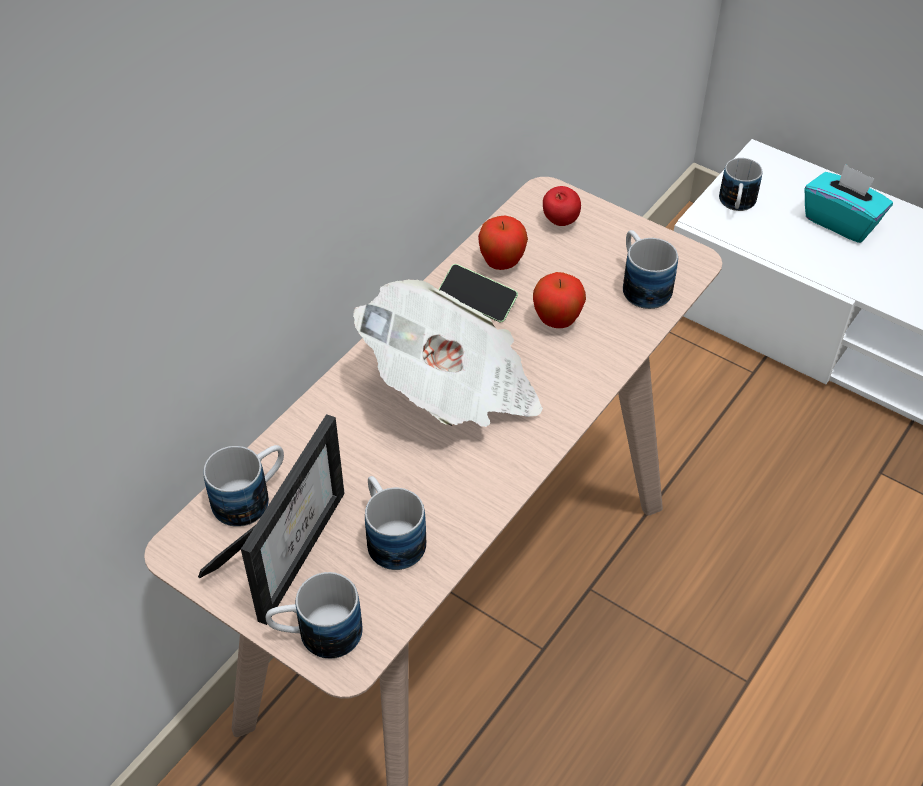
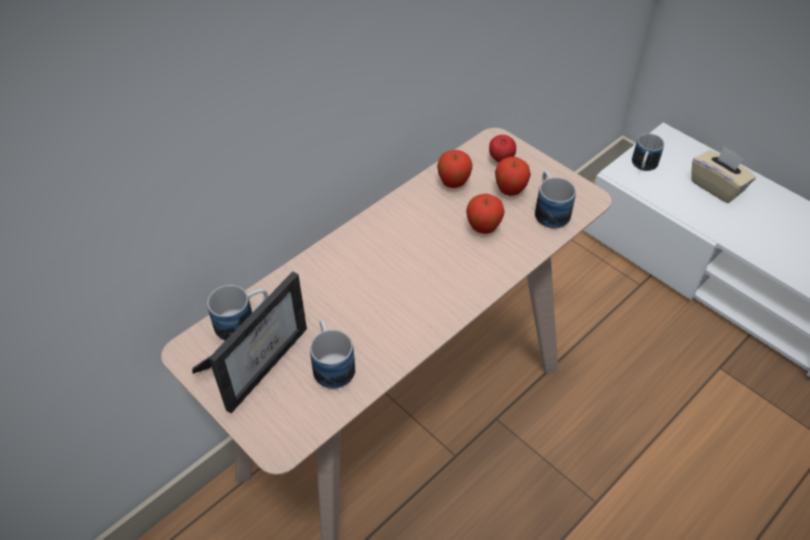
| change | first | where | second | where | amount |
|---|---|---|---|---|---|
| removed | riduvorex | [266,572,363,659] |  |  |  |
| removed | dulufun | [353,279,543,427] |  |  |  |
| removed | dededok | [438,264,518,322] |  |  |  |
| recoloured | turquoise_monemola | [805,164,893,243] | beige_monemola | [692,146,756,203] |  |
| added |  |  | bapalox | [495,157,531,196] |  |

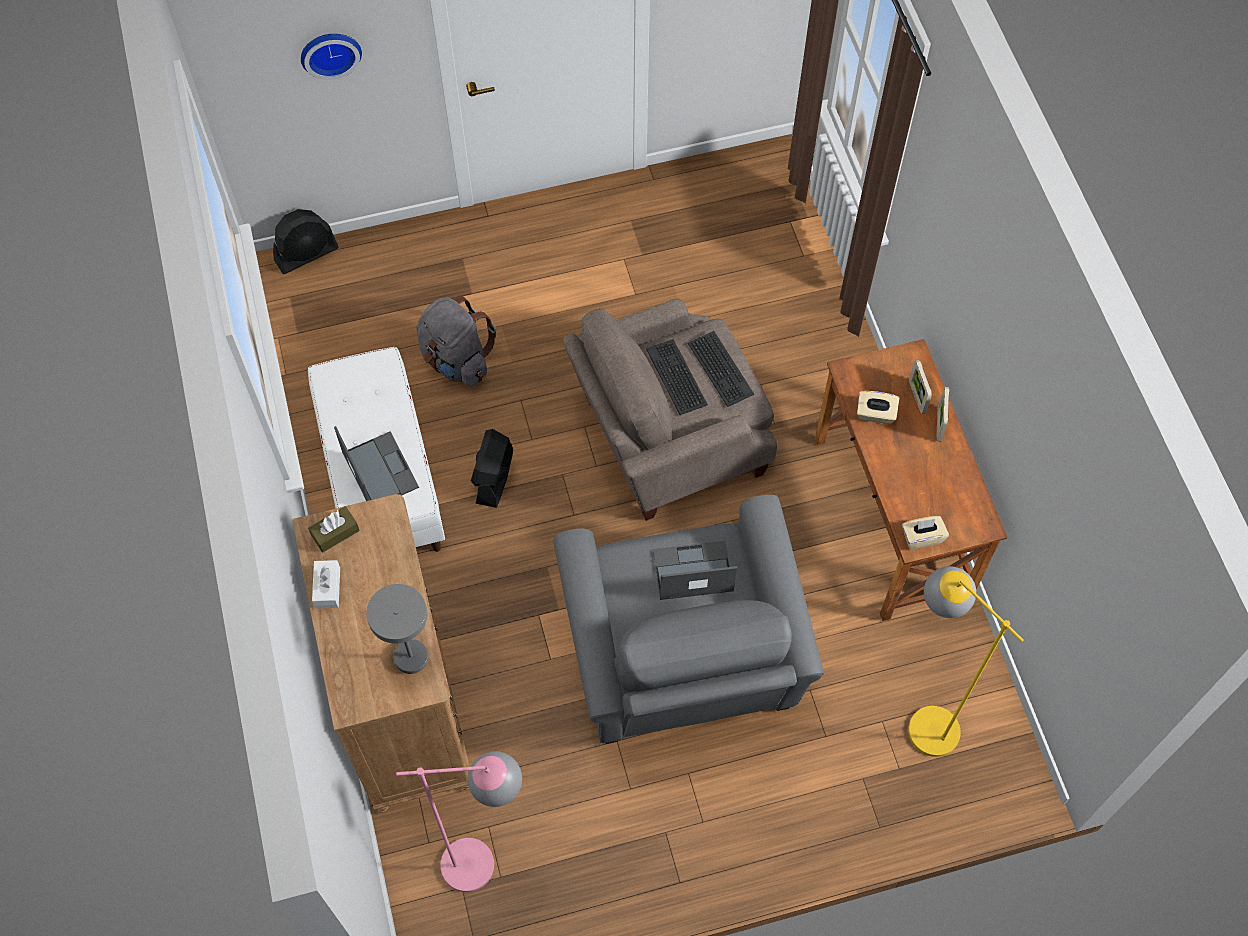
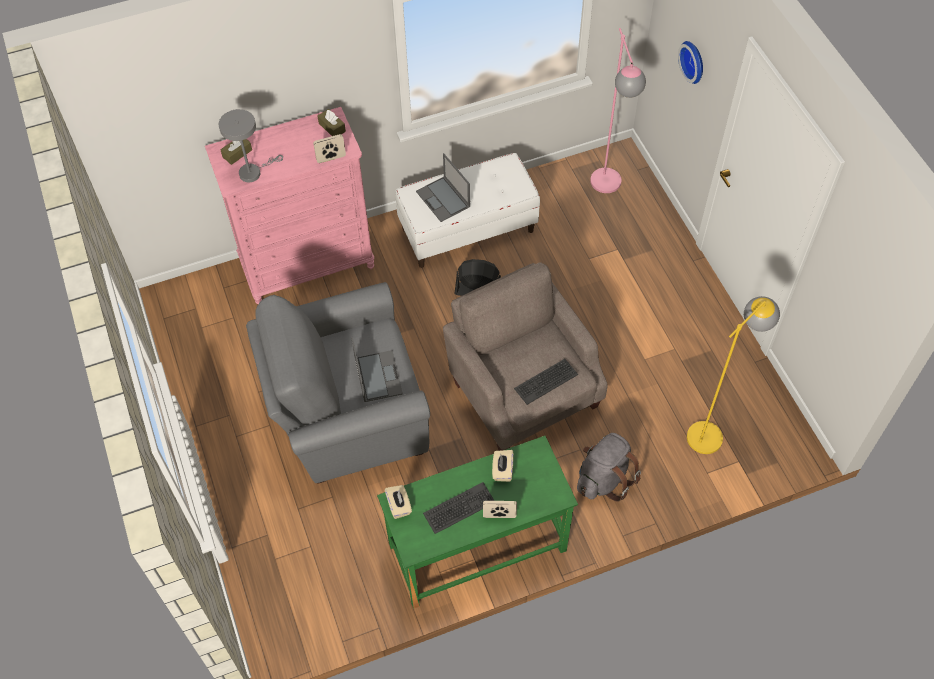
| change | first | where | second | where | amount |
|---|---|---|---|---|---|
| removed | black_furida | [273,209,339,274] |  |  |  |
| recoloured | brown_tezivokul | [292,494,470,812] | pink_tezivokul | [205,107,374,304] |  |
| removed | white_monemola | [312,560,340,609] |  |  |  |
| turned | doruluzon | [334,426,419,501] |  | [416,153,470,222] | 90 degrees clockwise |
| moved | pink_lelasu | [396,751,522,892] |  | [590,28,646,193] |  |
| moved | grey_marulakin | [416,296,496,387] |  | [577,433,641,502] |  |
| moved | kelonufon | [646,339,708,415] |  | [423,482,494,534] |  |
| recoloured | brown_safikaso | [815,339,1007,621] | green_safikaso | [377,436,578,609] |  |
| moved | yellow_lelasu | [908,566,1024,757] |  | [687,296,780,454] |  |
| moved | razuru | [909,360,932,414] |  | [313,134,346,163] |  |
| added |  |  | brown_monemola | [220,139,252,165] |  |

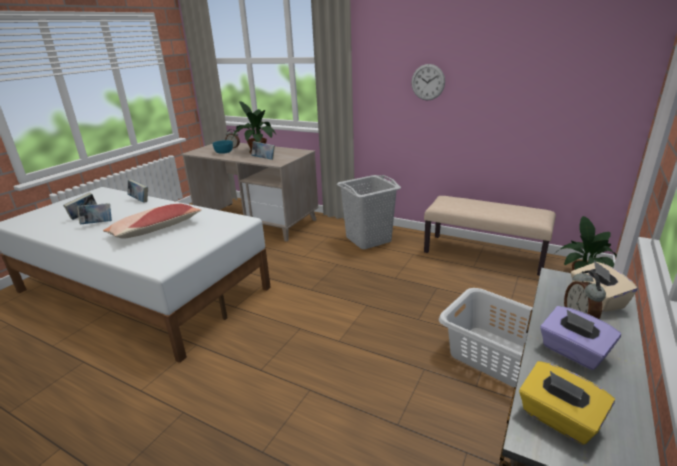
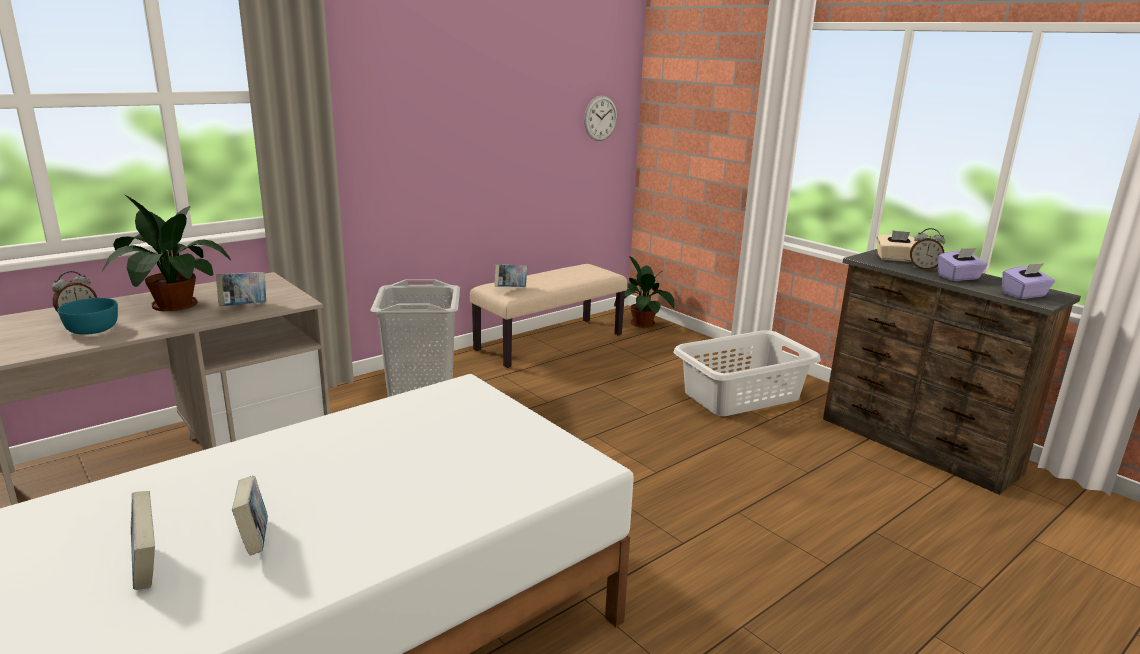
| change | first | where | second | where | amount |
|---|---|---|---|---|---|
| removed | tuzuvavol | [103,204,201,239] |  |  |  |
| moved | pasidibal | [127,180,148,202] |  | [495,264,527,287] |  |
| moved | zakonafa | [411,64,445,100] |  | [584,96,617,141] |  |
| recoloured | yellow_monemola | [519,361,615,445] | purple_monemola | [1002,263,1055,299] |  |

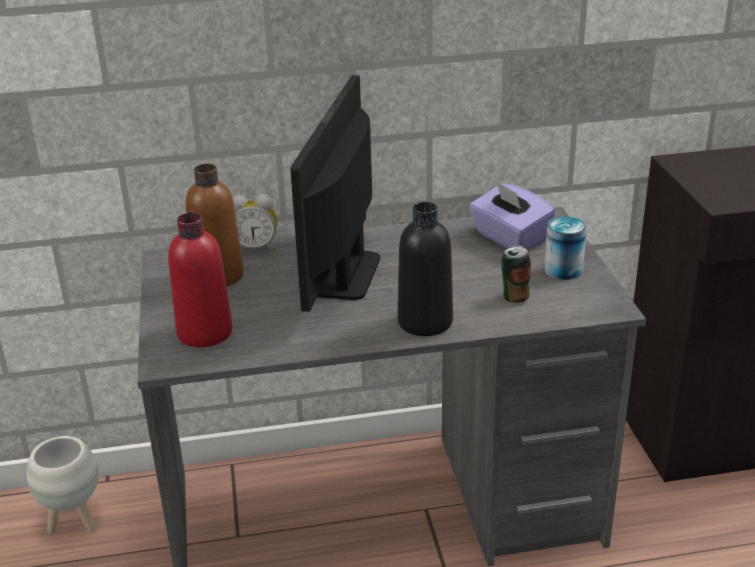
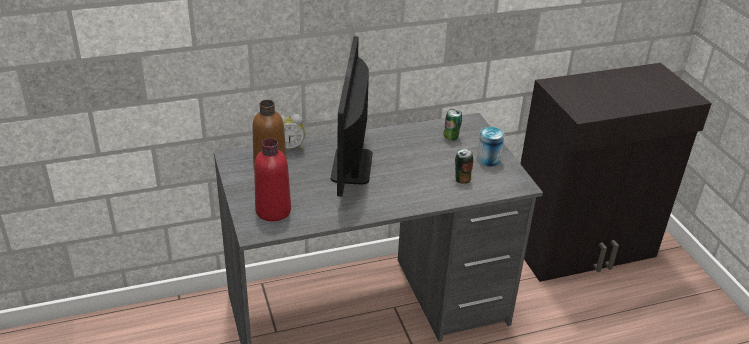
| change | first | where | second | where | amount |
|---|---|---|---|---|---|
| removed | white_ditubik | [27,436,99,534] |  |  |  |
| removed | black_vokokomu | [398,202,453,336] |  |  |  |
| replaced | purple_monemola | [469,181,555,250] | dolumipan | [444,109,462,141] |  |

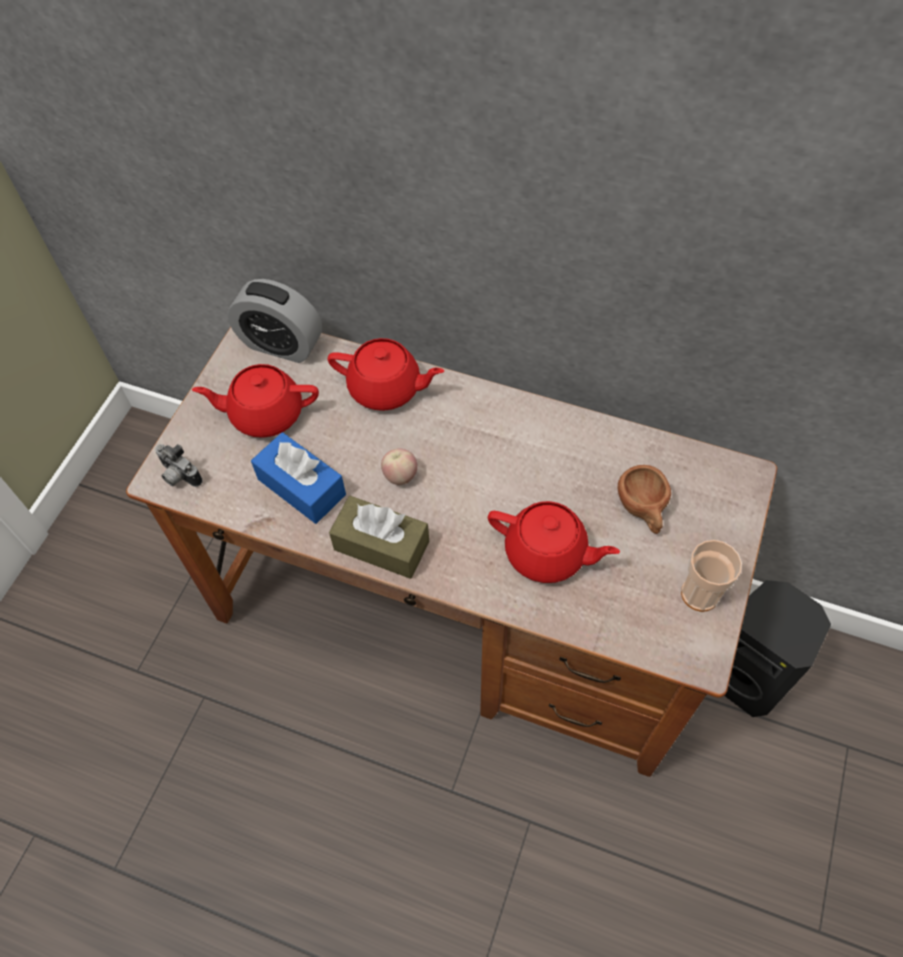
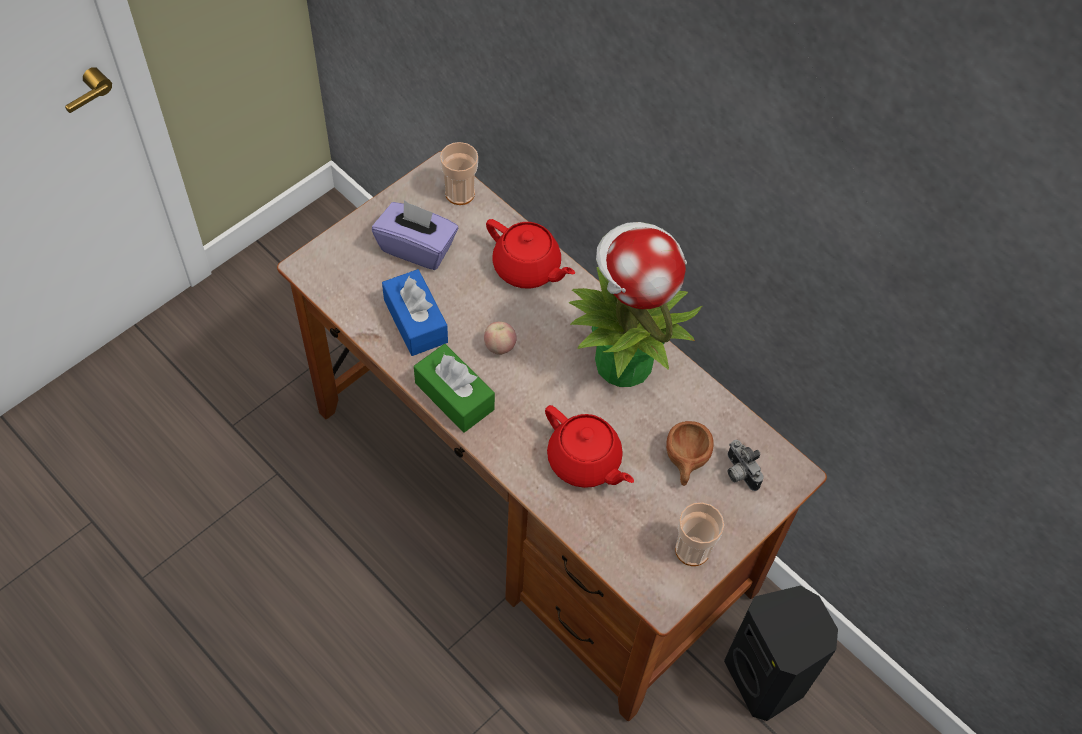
| change | first | where | second | where | amount |
|---|---|---|---|---|---|
| moved | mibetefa | [155,444,203,487] |  | [728,440,764,491] |  |
| replaced | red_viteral | [192,364,319,438] | purple_monemola | [372,200,459,270] |  |
| replaced | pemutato | [227,279,322,363] | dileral | [440,142,478,205] |  |
| recoloured | brown_monemola | [329,496,429,579] | green_monemola | [414,344,495,433] |  |
| added |  |  | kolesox | [569,222,702,387] |  |

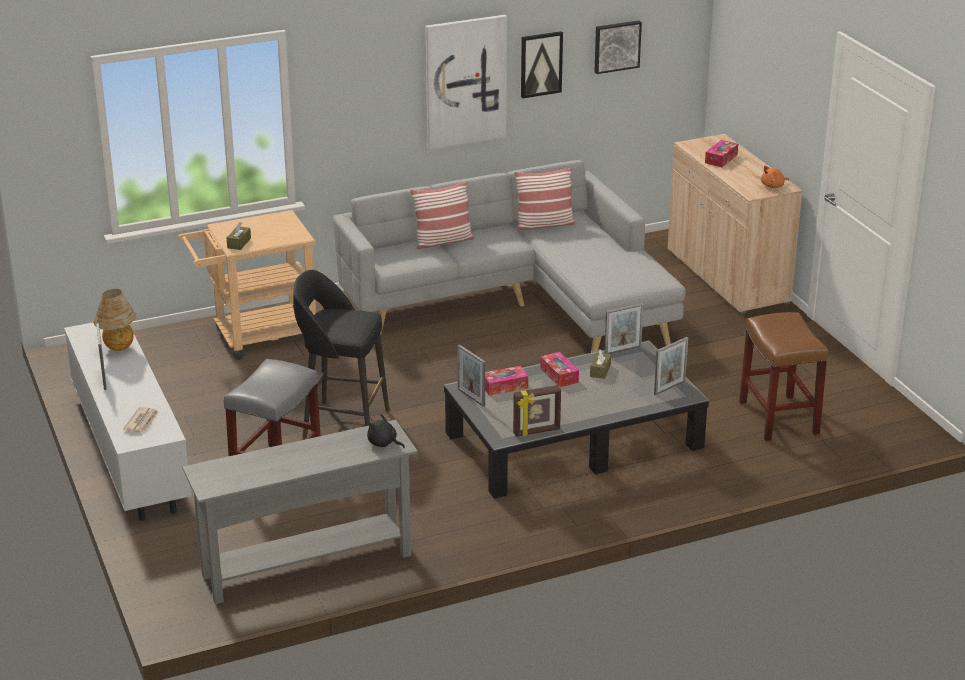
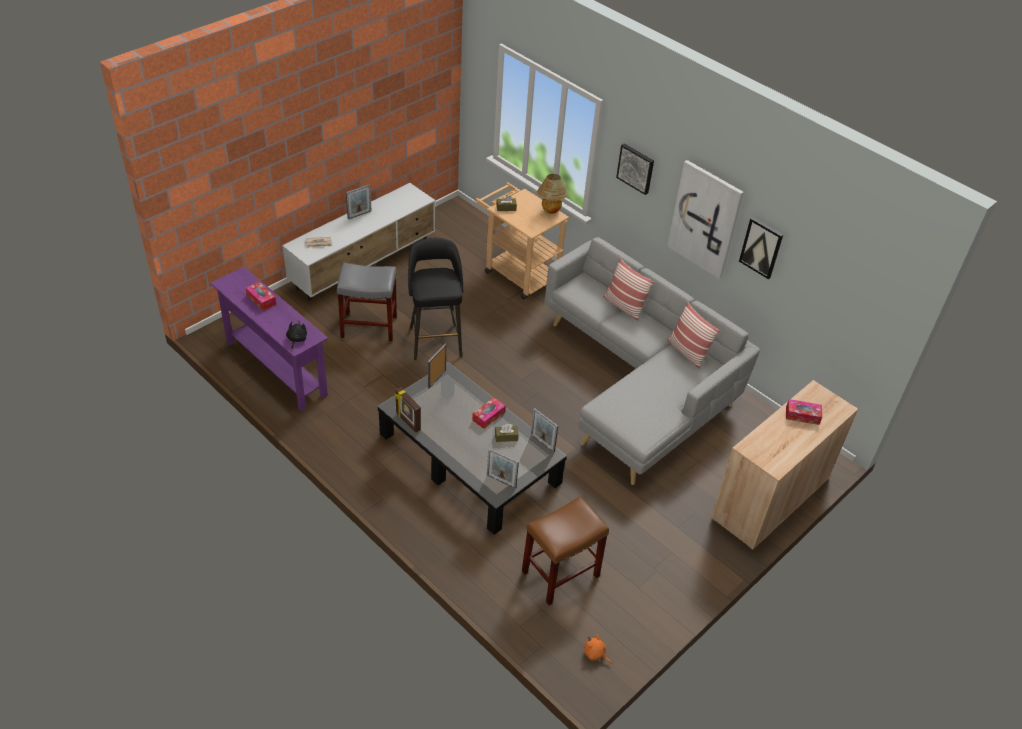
| change | first | where | second | where | amount |
|---|---|---|---|---|---|
| moved | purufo | [94,289,136,351] |  | [537,174,567,214] |  |
| recoloured | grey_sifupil | [182,420,418,604] | purple_sifupil | [210,267,328,411] |  |
| moved | monemola | [485,366,528,396] |  | [245,281,276,311] |  |
| moved | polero | [594,20,642,74] |  | [616,143,654,195] |  |
| moved | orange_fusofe | [761,165,789,188] |  | [584,634,611,664] |  |

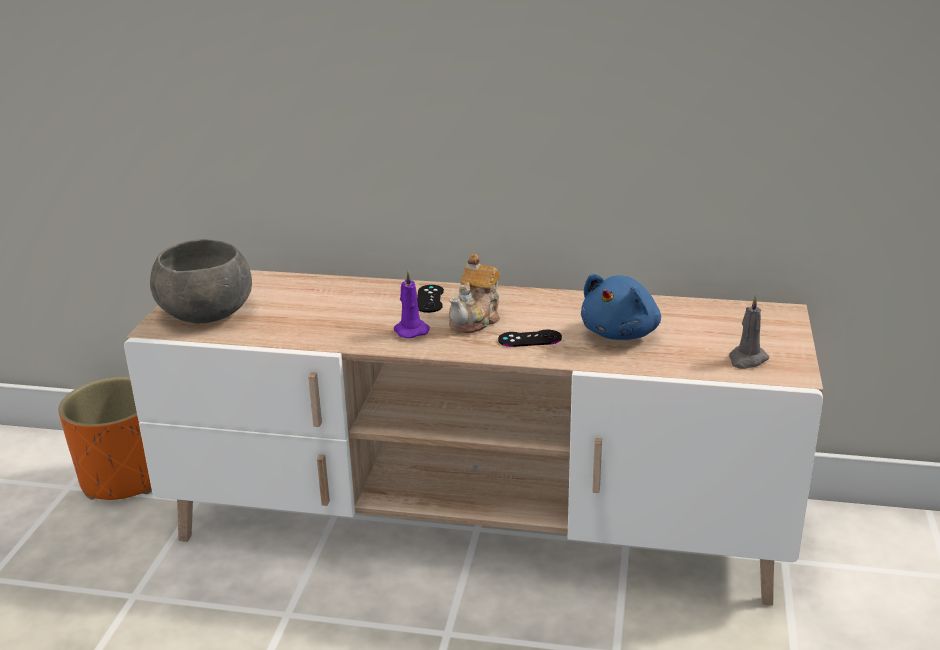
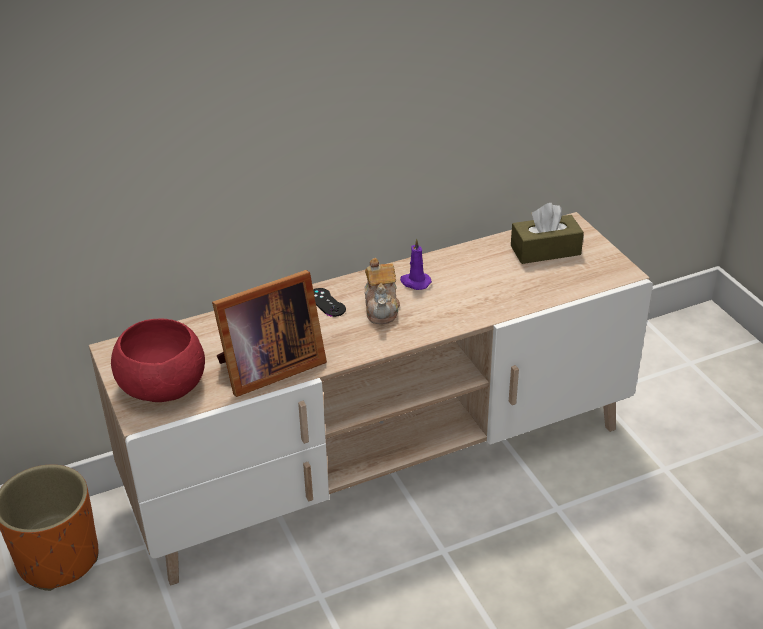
| change | first | where | second | where | amount |
|---|---|---|---|---|---|
| recoloured | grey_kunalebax | [150,239,252,323] | red_kunalebax | [111,319,205,402] |  |
| moved | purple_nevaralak | [394,271,430,338] |  | [400,238,432,290] |  |
| removed | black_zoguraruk | [498,330,562,347] |  |  |  |
| removed | blue_fusofe | [581,274,661,340] |  |  |  |
| removed | grey_nevaralak | [729,295,769,369] |  |  |  |
| added |  |  | razuru | [212,270,327,397] |  |
| added |  |  | brown_monemola | [511,203,584,264] |  |

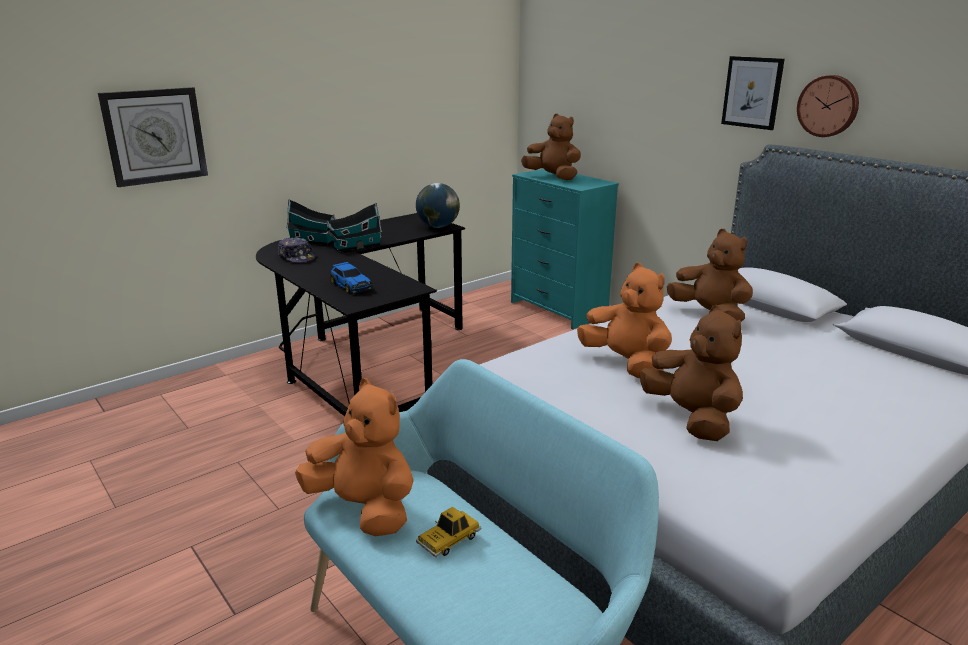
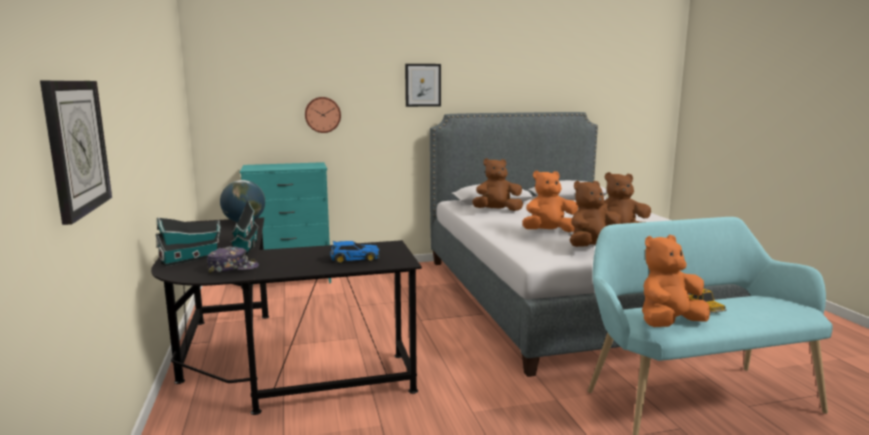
| change | first | where | second | where | amount |
|---|---|---|---|---|---|
| moved | brown_fusofe | [521,114,581,180] |  | [570,181,621,247] |  |
| moved | zakonafa | [797,75,859,137] |  | [305,97,341,133] |  |

